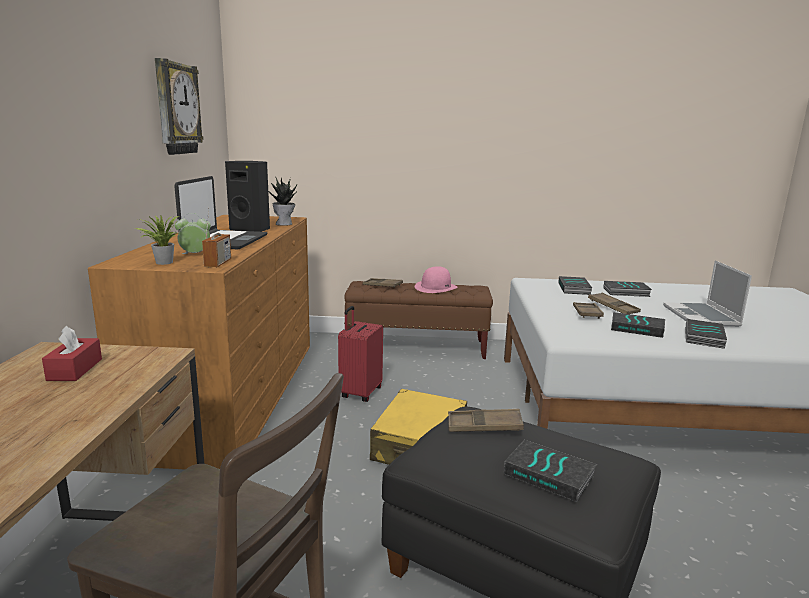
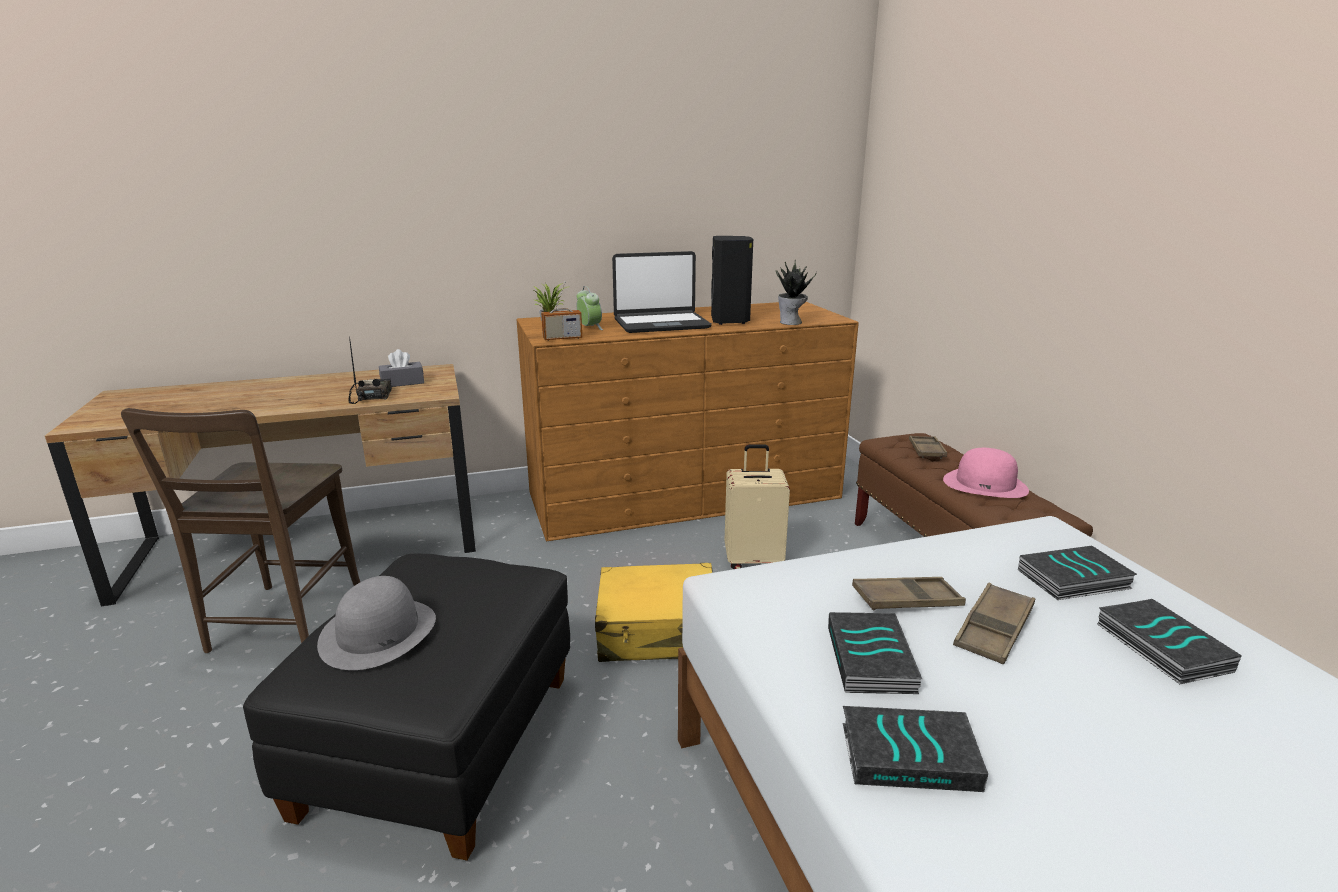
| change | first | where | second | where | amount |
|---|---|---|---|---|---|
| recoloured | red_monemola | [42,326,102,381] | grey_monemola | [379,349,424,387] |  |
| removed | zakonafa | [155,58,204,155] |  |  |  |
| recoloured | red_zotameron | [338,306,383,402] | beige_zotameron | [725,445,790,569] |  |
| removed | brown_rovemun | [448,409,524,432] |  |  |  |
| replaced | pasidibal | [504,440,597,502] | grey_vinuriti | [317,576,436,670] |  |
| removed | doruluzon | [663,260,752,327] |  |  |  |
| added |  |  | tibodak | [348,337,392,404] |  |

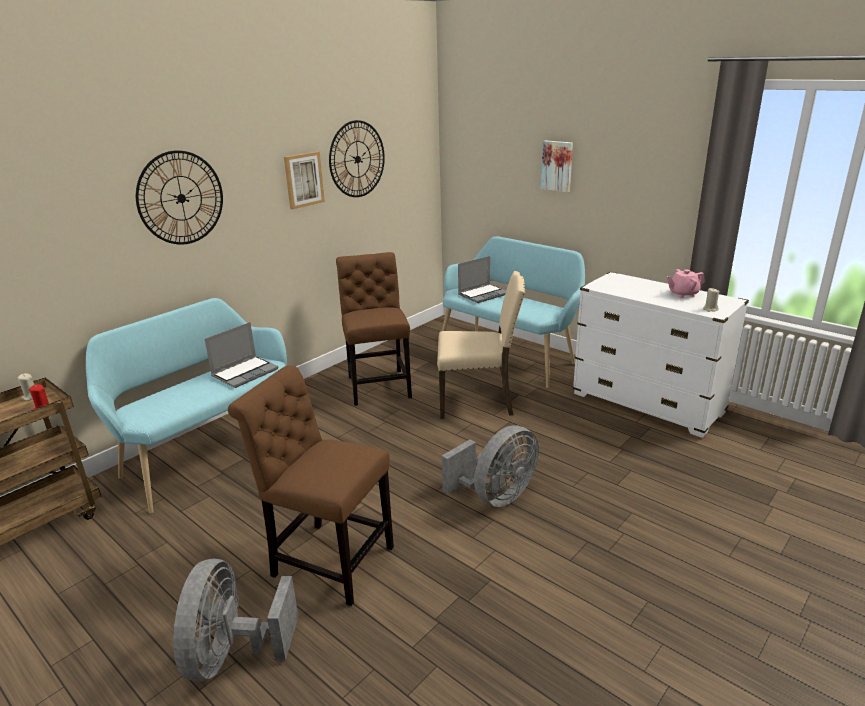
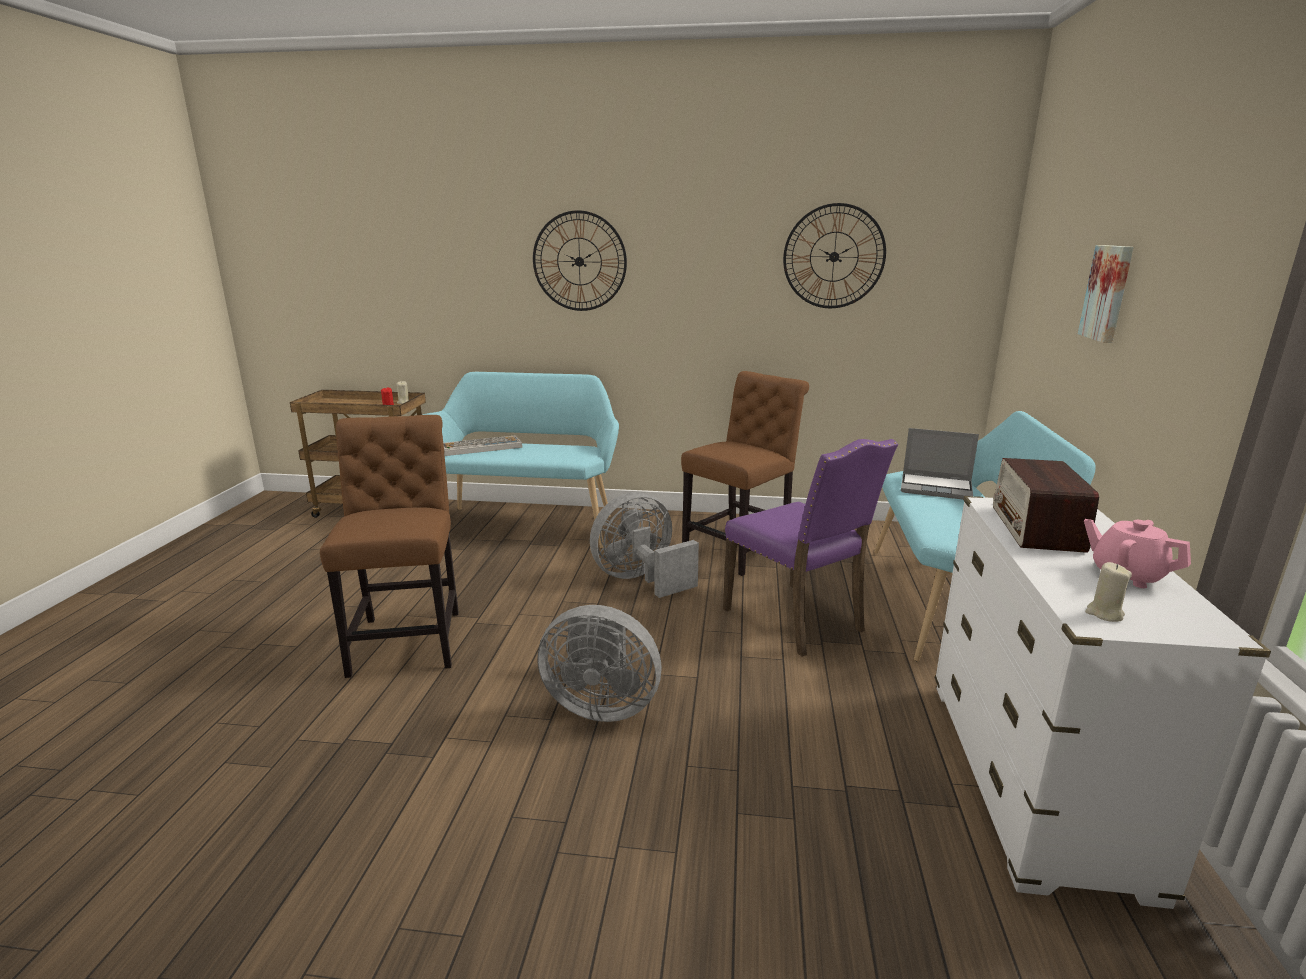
| change | first | where | second | where | amount |
|---|---|---|---|---|---|
| moved | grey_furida | [173,559,298,681] |  | [590,492,699,598] |  |
| removed | doruluzon | [205,322,279,388] |  |  |  |
| removed | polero | [284,151,325,209] |  |  |  |
| recoloured | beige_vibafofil | [437,271,526,419] | purple_vibafofil | [723,439,898,657] |  |
| added |  |  | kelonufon | [443,435,522,456] |  |
| added |  |  | tibodak | [993,458,1099,553] |  |

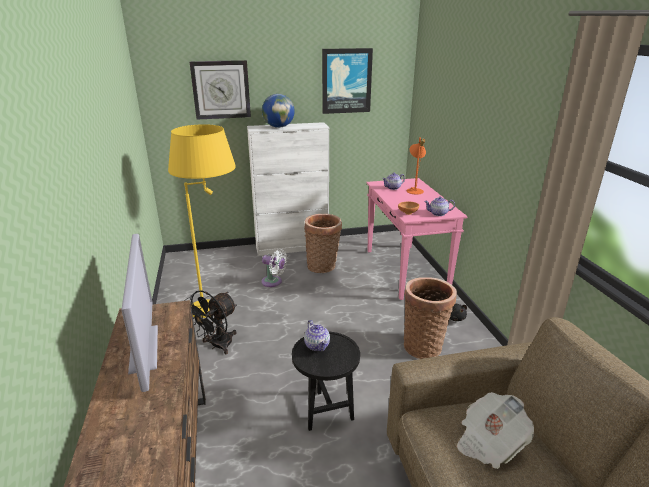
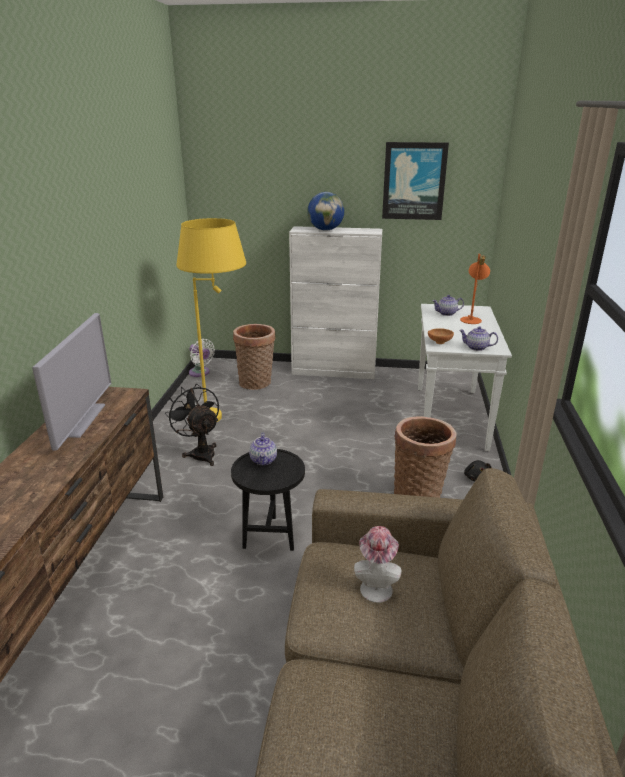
| change | first | where | second | where | amount |
|---|---|---|---|---|---|
| turned | black_furida | [184,290,237,354] |  | [165,384,219,466] | 90 degrees clockwise |
| removed | zakonafa | [190,60,251,120] |  |  |  |
| moved | white_furida | [261,249,287,287] |  | [189,339,215,377] |  |
| moved | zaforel | [304,214,342,273] |  | [233,324,275,390] |  |
| recoloured | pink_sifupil | [366,178,467,300] | white_sifupil | [418,304,512,451] |  |
| replaced | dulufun | [457,392,534,469] | vinuriti | [354,526,401,603] |  |

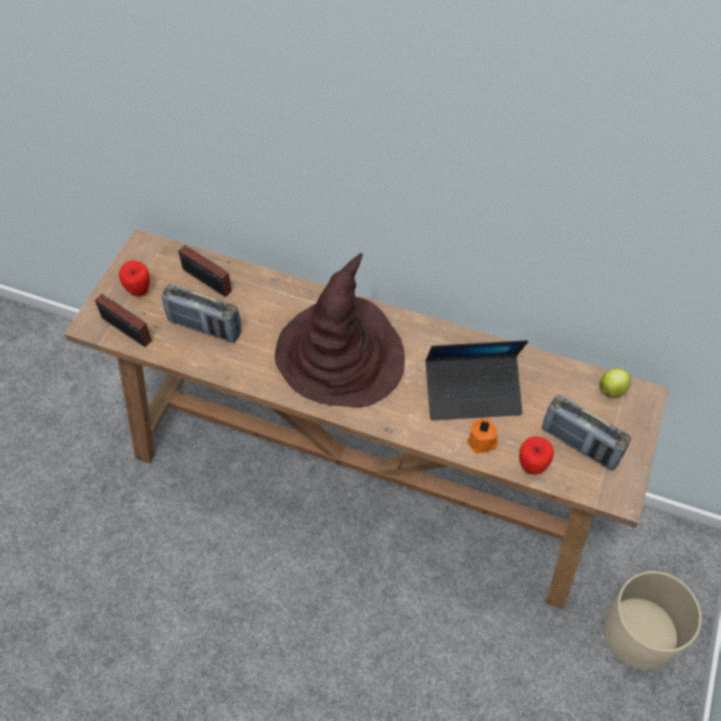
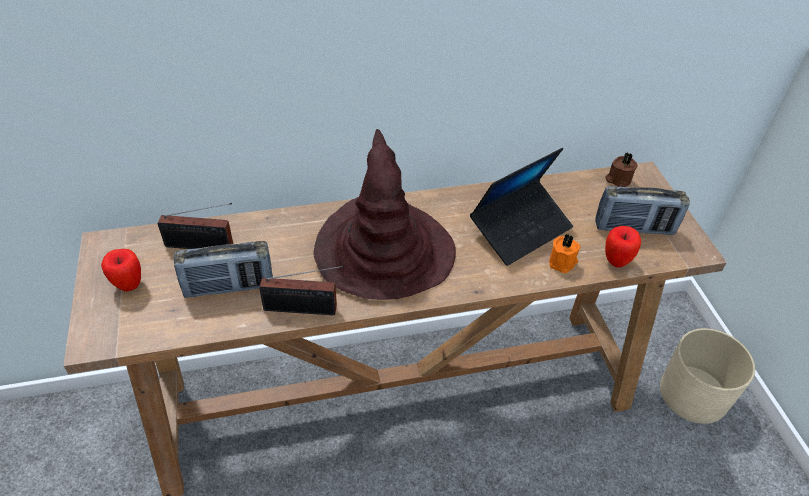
| change | first | where | second | where | amount |
|---|---|---|---|---|---|
| moved | tibodak | [95,294,152,347] |  | [259,266,343,315] |  |
| replaced | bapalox | [599,368,631,397] | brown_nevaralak | [605,152,637,187] |  |

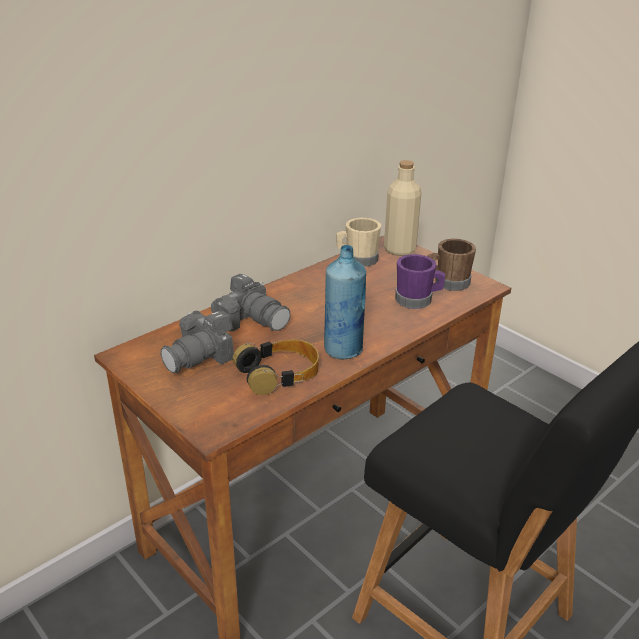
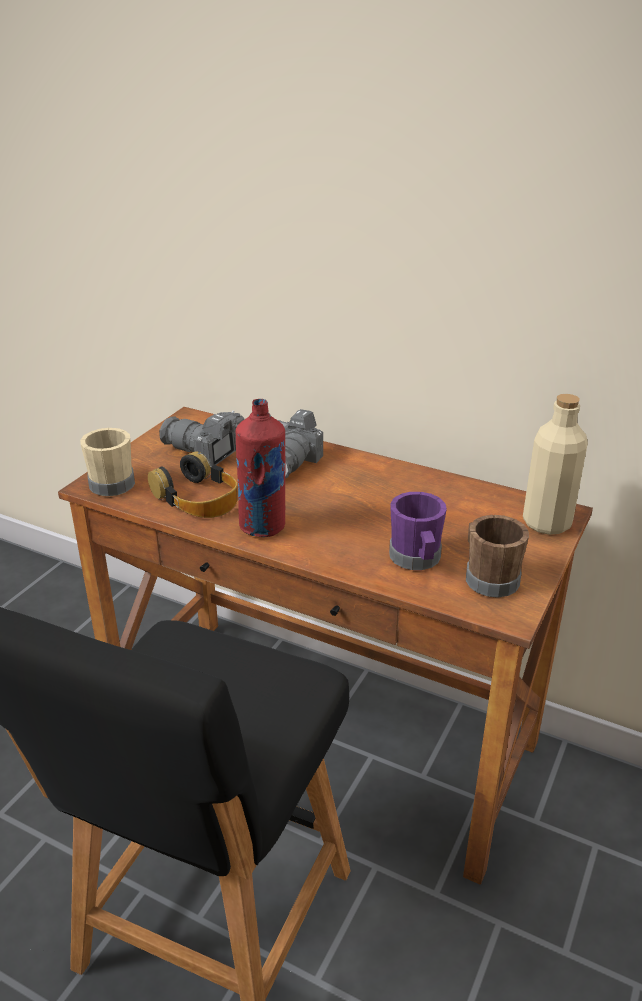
| change | first | where | second | where | amount |
|---|---|---|---|---|---|
| recoloured | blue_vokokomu | [324,245,366,360] | red_vokokomu | [236,399,286,537] |  |
| moved | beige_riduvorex | [336,218,381,267] |  | [80,428,135,496] |  |

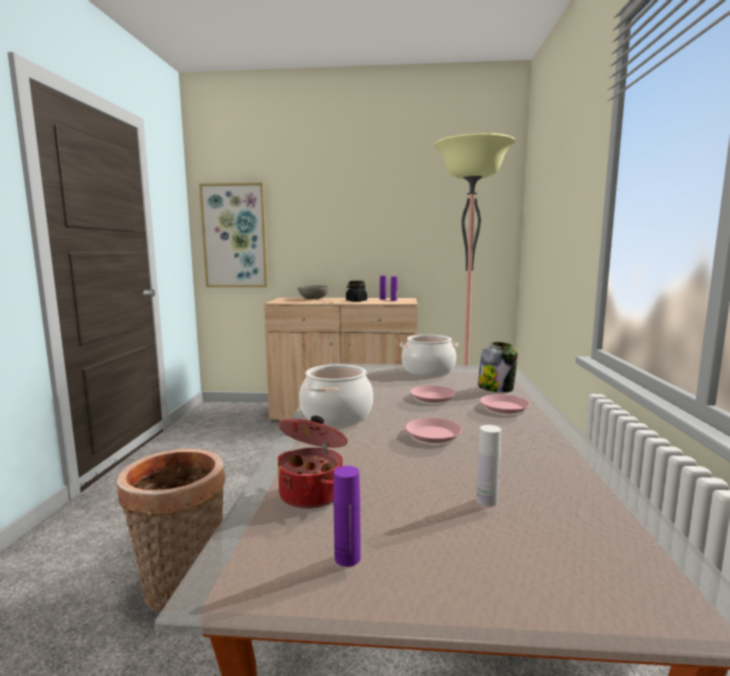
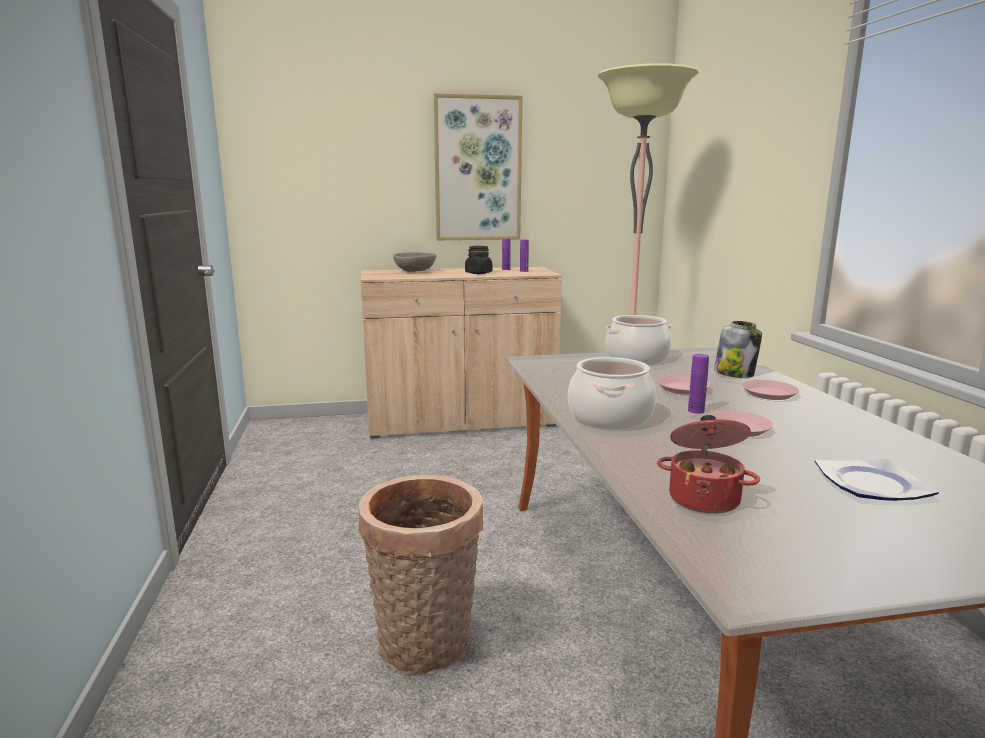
| change | first | where | second | where | amount |
|---|---|---|---|---|---|
| moved | polero | [199,183,268,287] |  | [434,93,523,240] |  |
| moved | purple_vokokomu | [333,466,361,567] |  | [688,354,709,414] |  |
| replaced | white_vokokomu | [476,425,501,506] | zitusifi | [815,459,939,501] |  |

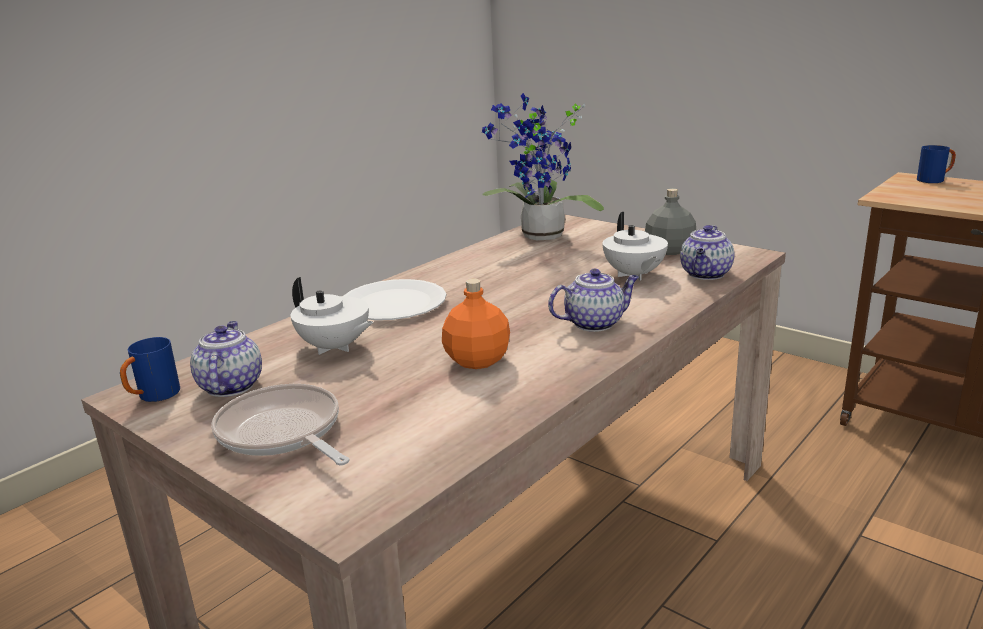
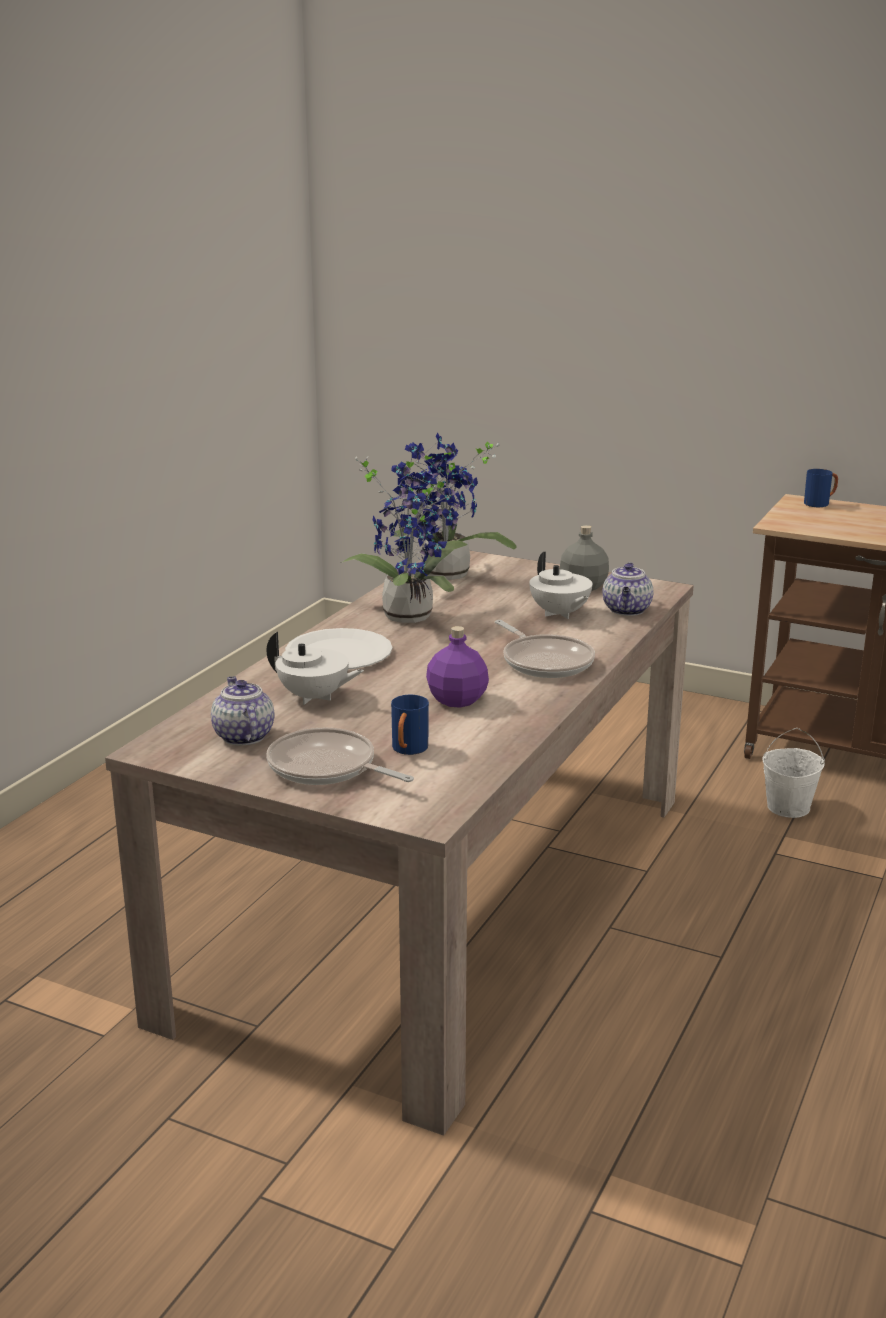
| change | first | where | second | where | amount |
|---|---|---|---|---|---|
| moved | blue_riduvorex | [120,337,180,402] |  | [391,695,429,755] |  |
| recoloured | orange_vokokomu | [442,279,510,369] | purple_vokokomu | [426,626,489,708] |  |
| replaced | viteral | [548,269,639,332] | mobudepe | [495,620,595,678] |  |
| added |  |  | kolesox | [341,443,468,623] |  |
| added |  |  | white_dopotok | [762,728,825,818] |  |

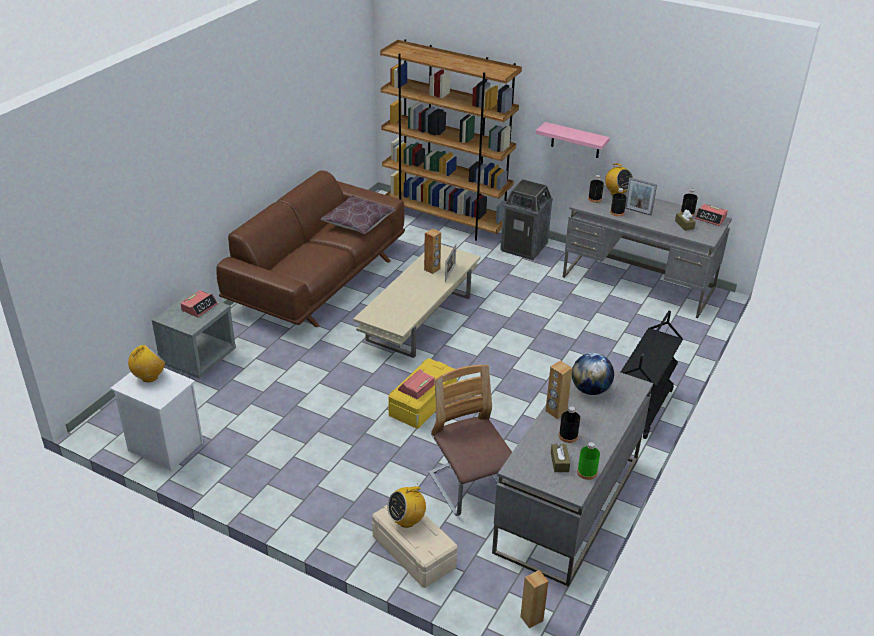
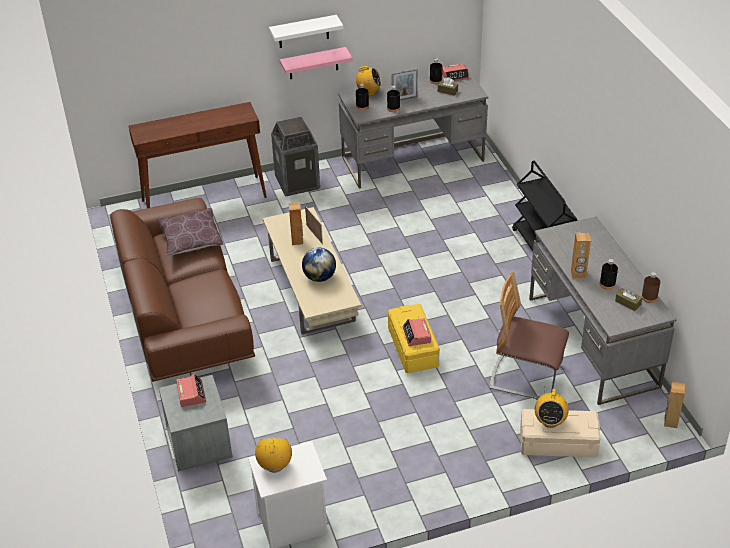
| change | first | where | second | where | amount |
|---|---|---|---|---|---|
| replaced | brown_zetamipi | [380,39,522,241] | brown_sifupil | [129,102,267,208] |  |
| moved | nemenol | [572,353,614,395] |  | [302,248,336,282] |  |
| recoloured | green_vokokomu | [577,442,600,480] | brown_vokokomu | [641,272,660,303] |  |
| added |  |  | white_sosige | [269,15,344,48] |  |

